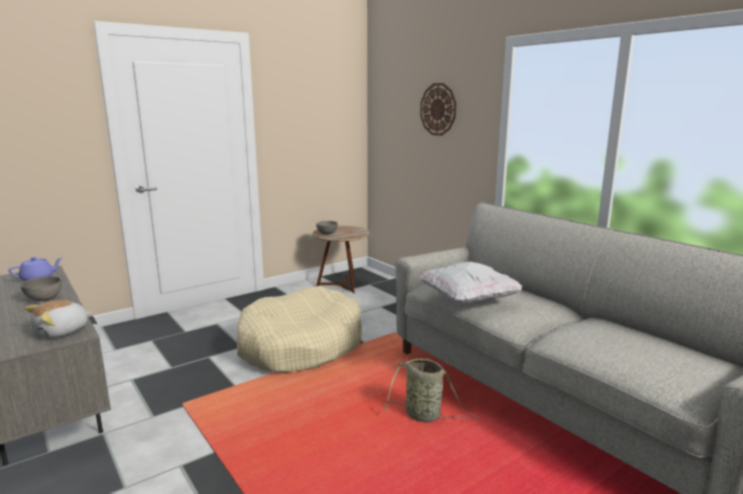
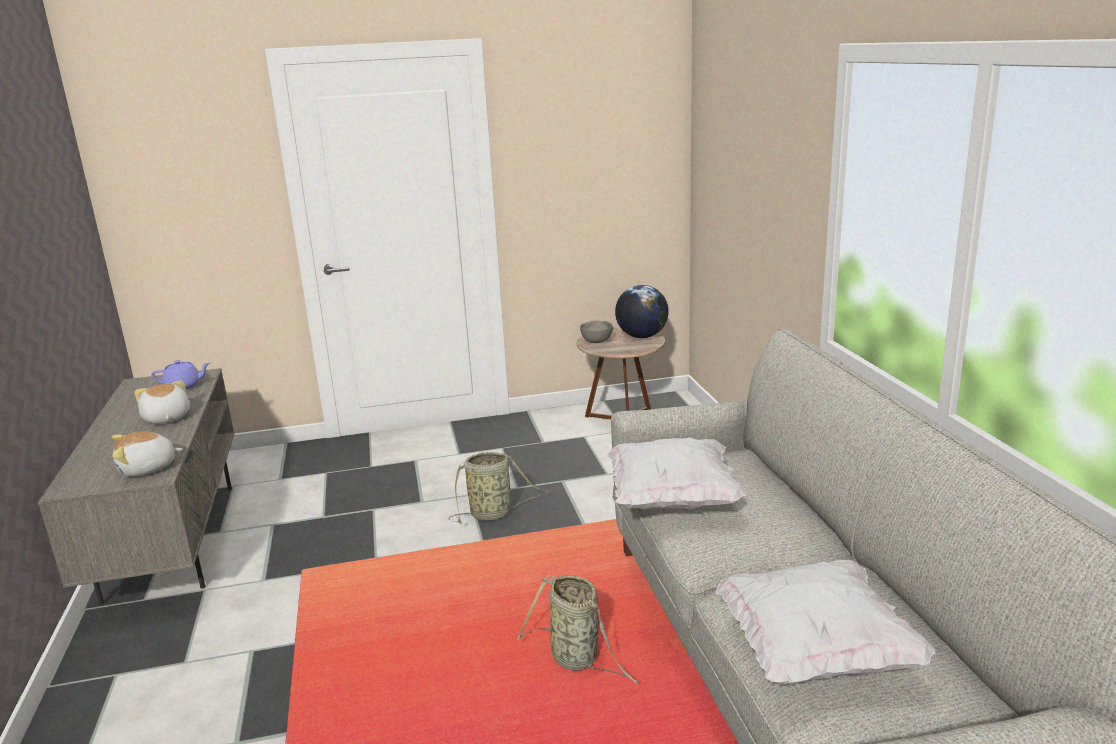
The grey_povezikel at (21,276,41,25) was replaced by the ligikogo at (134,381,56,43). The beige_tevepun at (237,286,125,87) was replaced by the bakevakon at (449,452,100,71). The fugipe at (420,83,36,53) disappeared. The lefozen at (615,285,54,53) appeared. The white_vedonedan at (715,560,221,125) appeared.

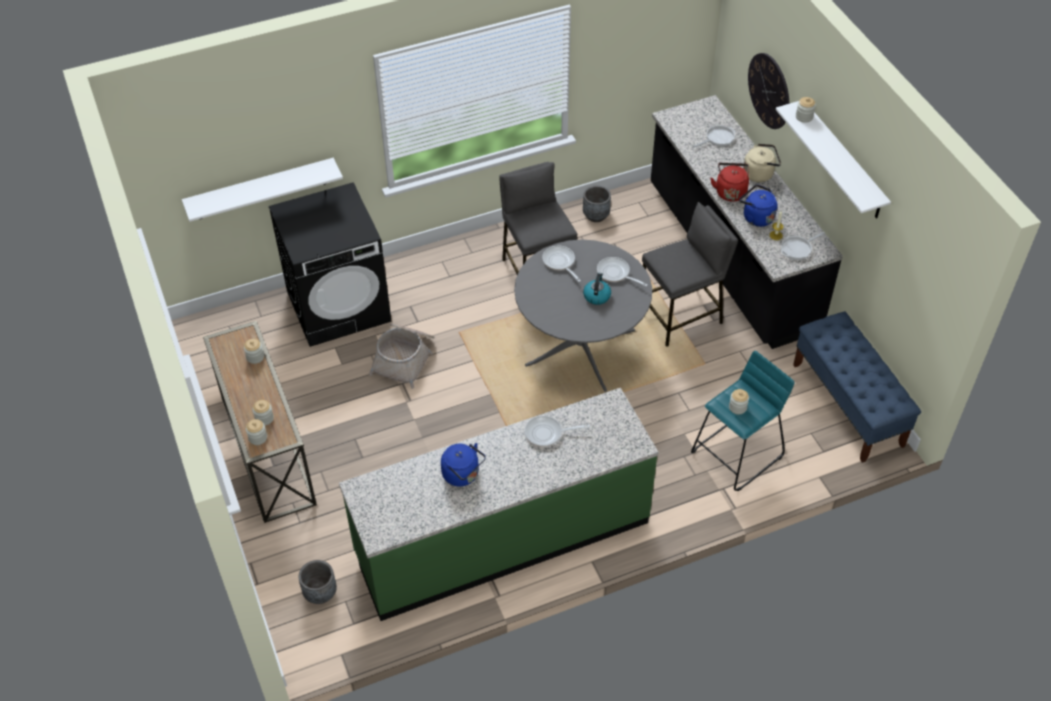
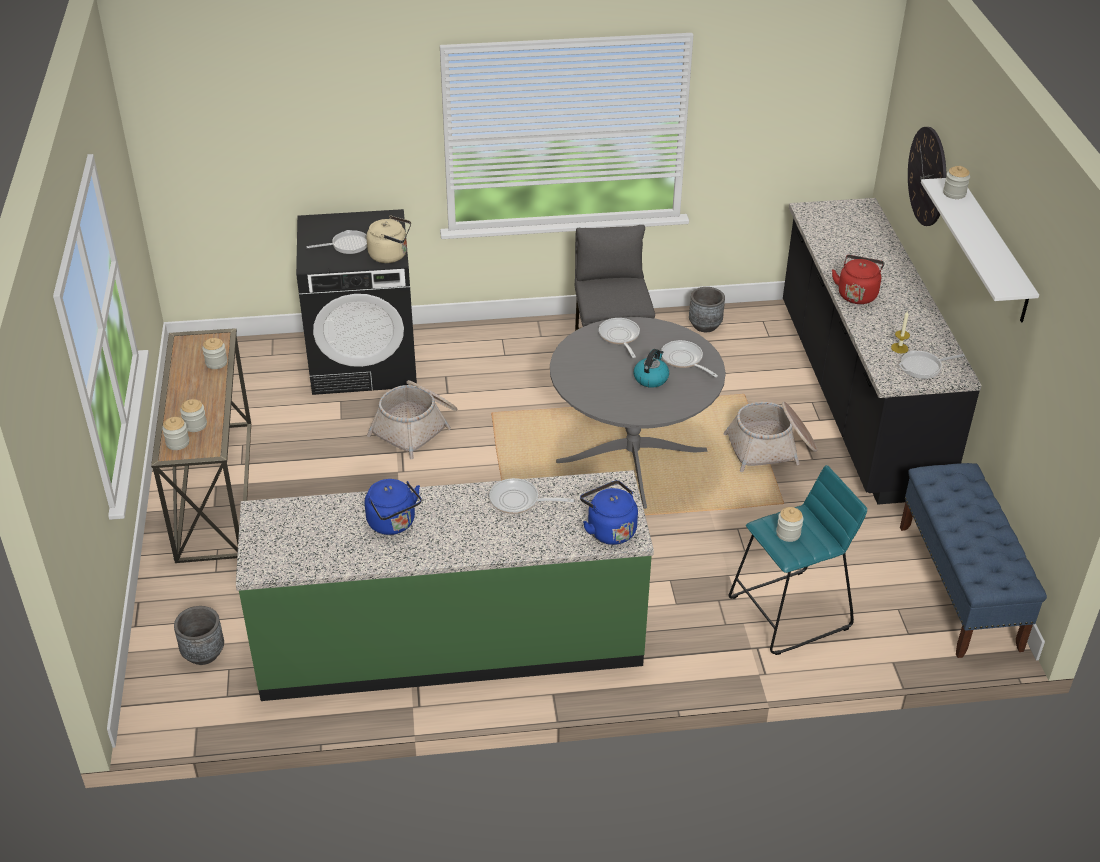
The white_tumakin at (182,158,161,64) disappeared. The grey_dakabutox at (642,202,96,145) was replaced by the bakevakon at (723,402,94,70). The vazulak moved from (692,125,44,23) to (306,230,61,24). The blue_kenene moved from (740,185,37,42) to (580,480,58,65). The beige_kenene moved from (743,144,38,38) to (366,215,45,48).

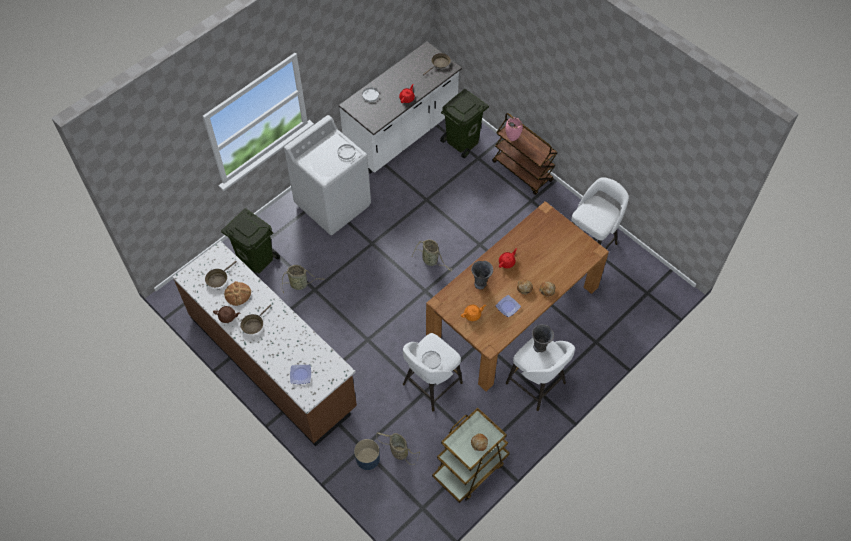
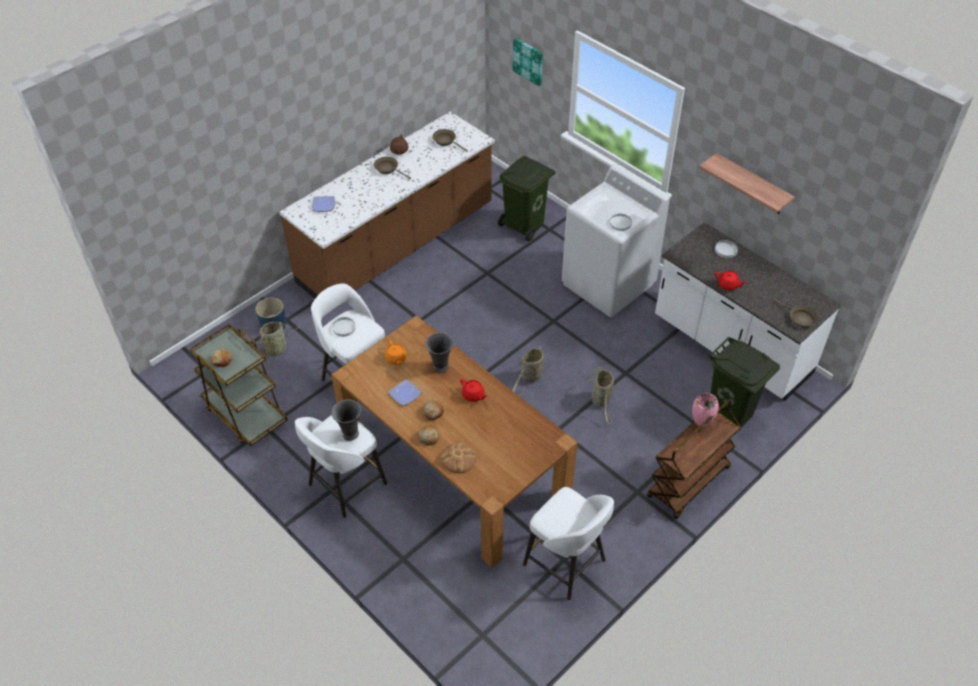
The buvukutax moved from (224,281,27,25) to (440,441,37,33). The bakevakon moved from (280,265,45,28) to (583,367,31,57). The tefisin at (513,38,30,48) appeared. The tumakin at (699,153,95,61) appeared.

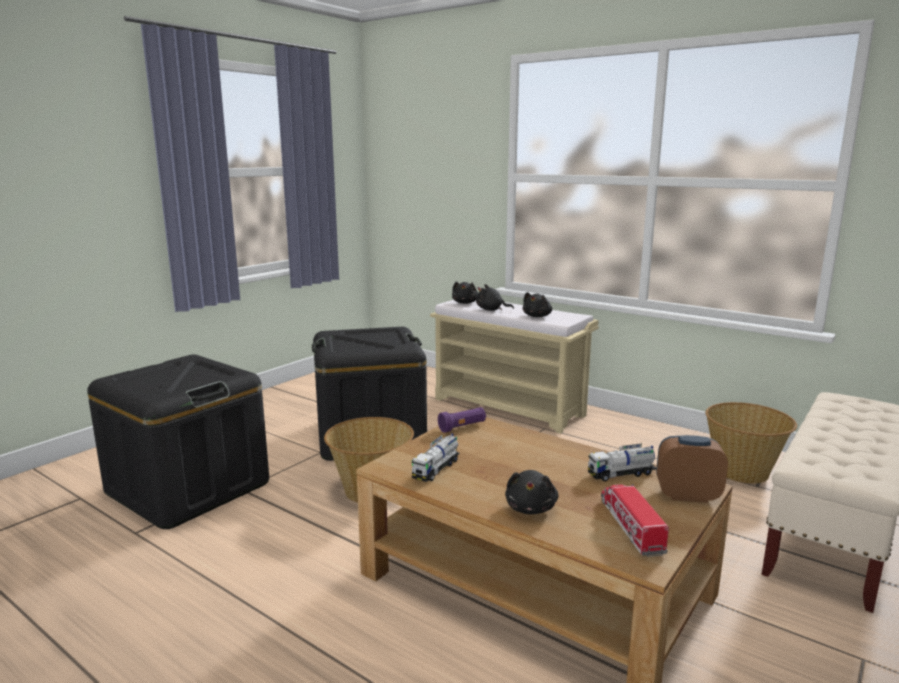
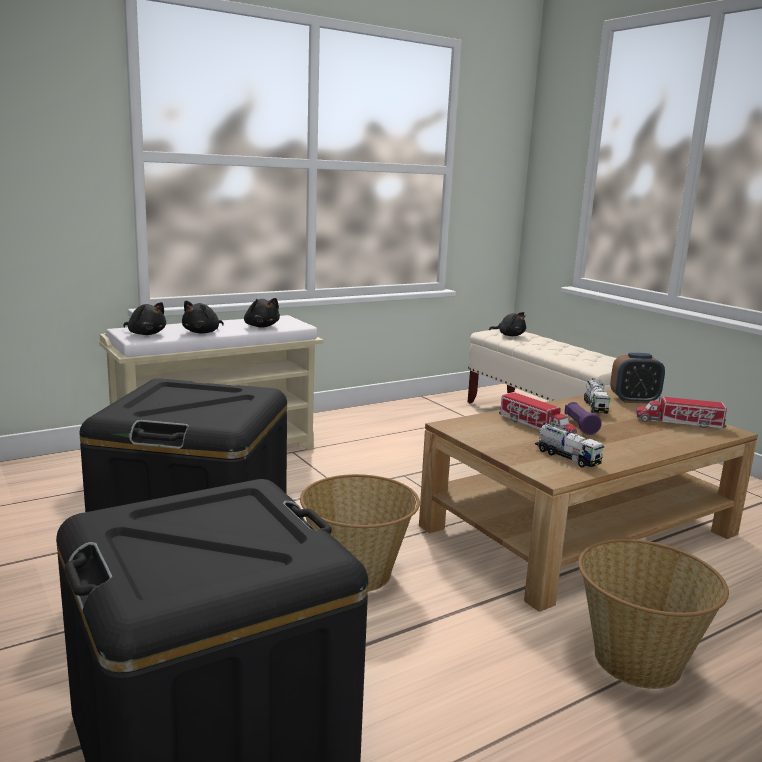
The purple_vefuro moved from (438,407,48,26) to (564,402,38,33). The black_ligikogo moved from (505,470,53,44) to (489,312,37,24). The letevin at (656,435,72,68) turned 120 degrees counterclockwise. The bakevakon moved from (705,402,92,82) to (578,539,151,150). The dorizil at (499,392,78,42) appeared.

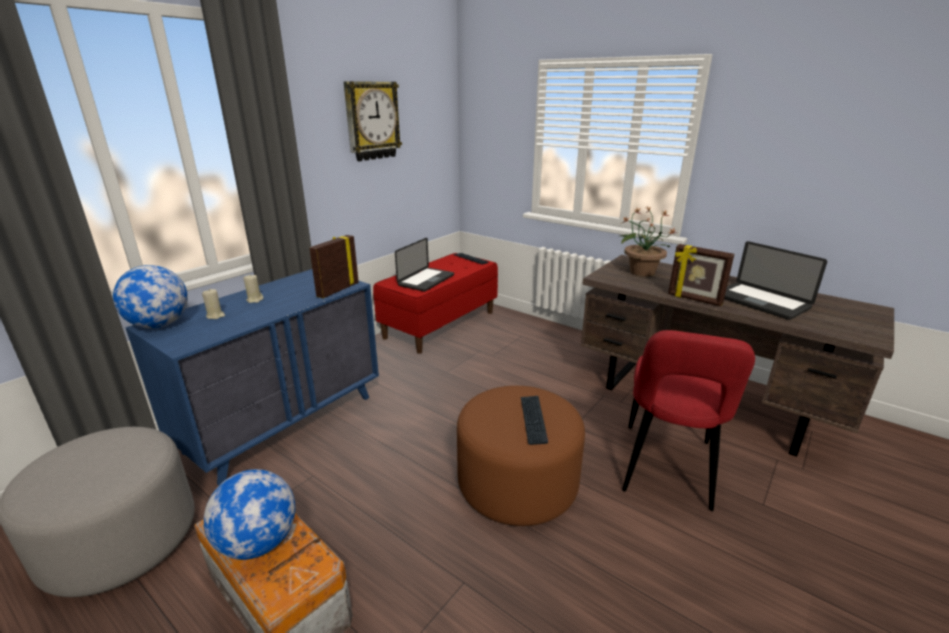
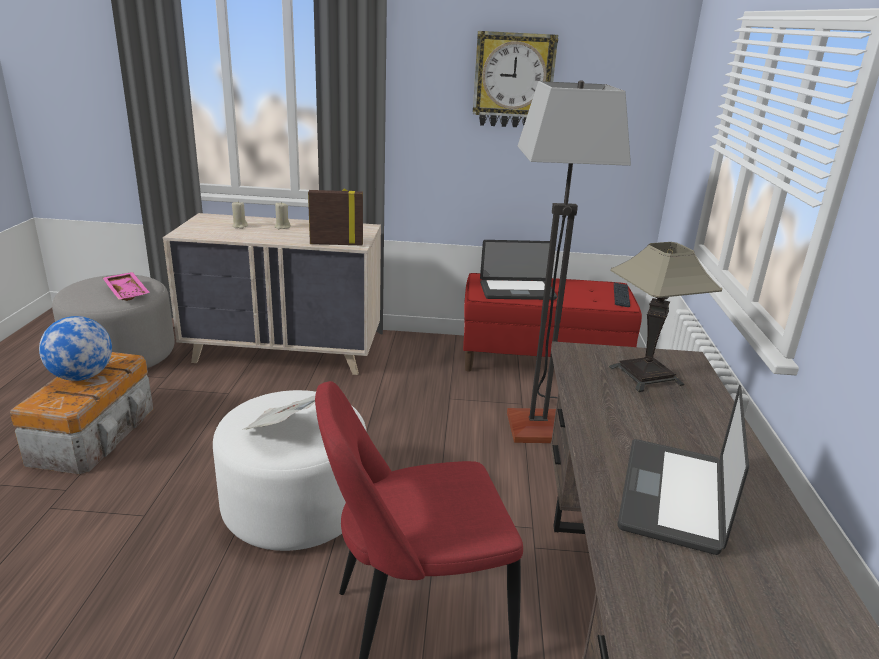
The lefozen at (113,265,75,63) disappeared. The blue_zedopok at (125,269,254,217) became the beige_zedopok at (163,213,218,162). The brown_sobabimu at (457,386,128,140) became the white_sobabimu at (213,390,154,161). The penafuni at (521,396,27,49) was replaced by the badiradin at (242,396,73,34). The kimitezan at (620,206,55,71) was replaced by the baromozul at (609,242,113,150). The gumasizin at (668,244,66,62) disappeared. The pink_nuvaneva at (103,272,47,29) appeared. The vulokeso at (507,80,124,363) appeared.

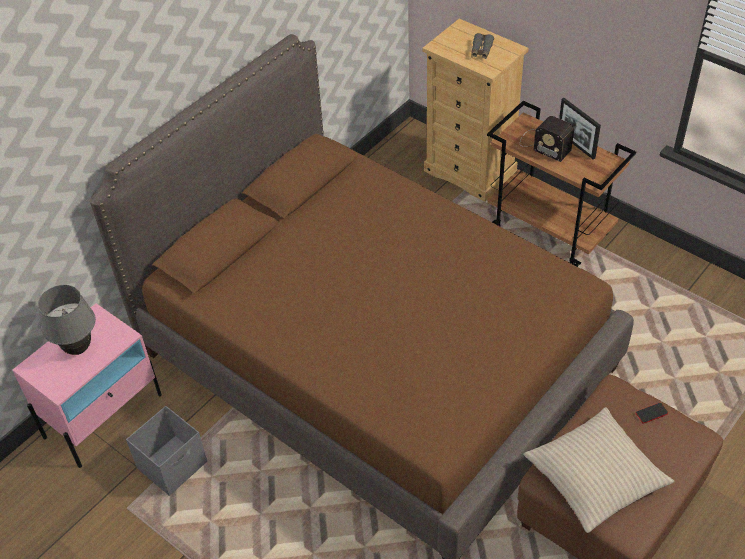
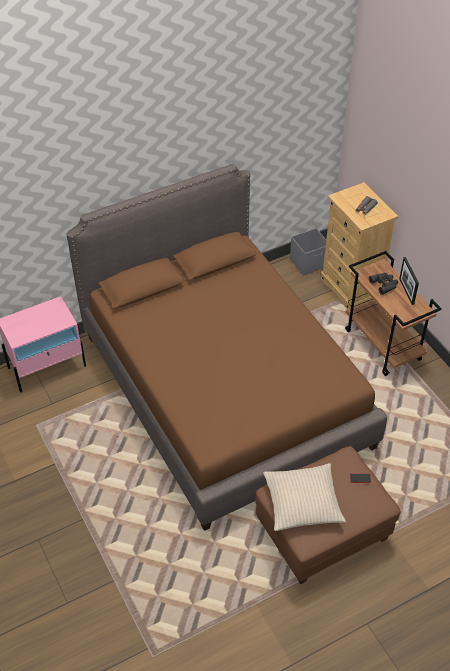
The grey_baromozul at (38,285,58,70) disappeared. The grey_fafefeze moved from (126,406,81,90) to (290,228,36,47). The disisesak at (520,116,54,46) was replaced by the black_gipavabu at (369,273,29,22).

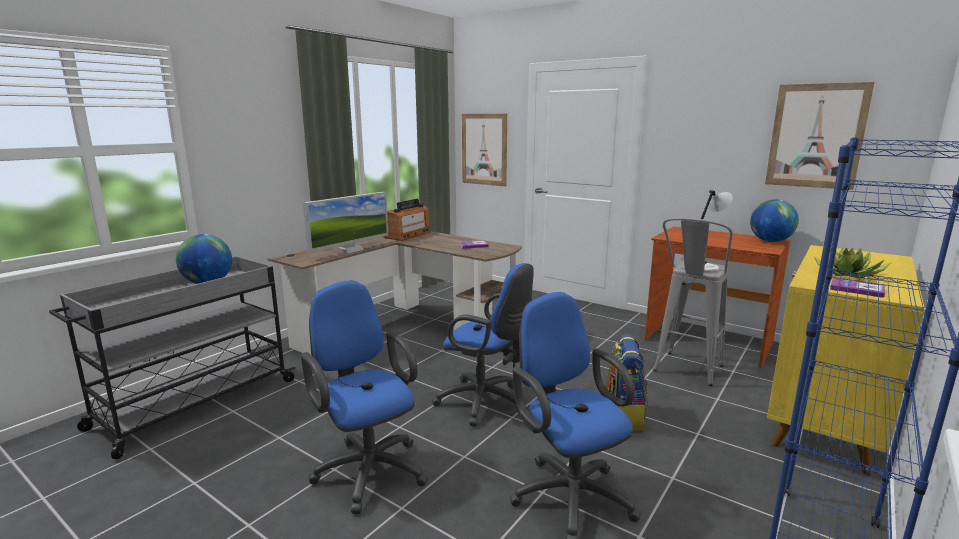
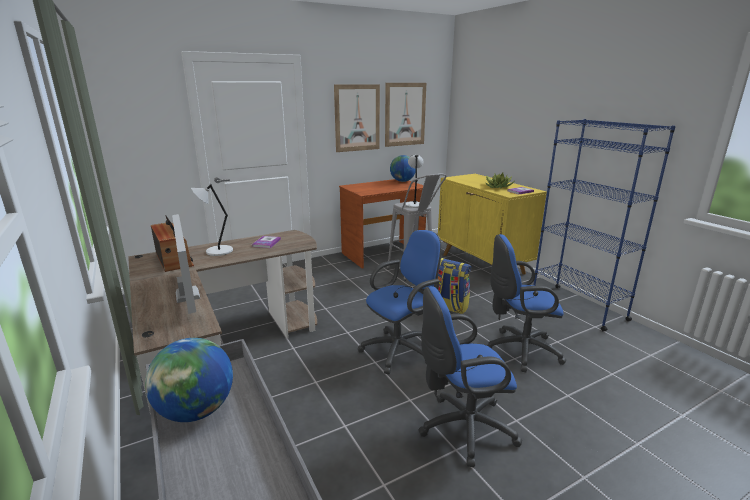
The tefisin moved from (462,114,45,72) to (334,85,46,67). The grey_baromozul at (191,184,42,72) appeared.

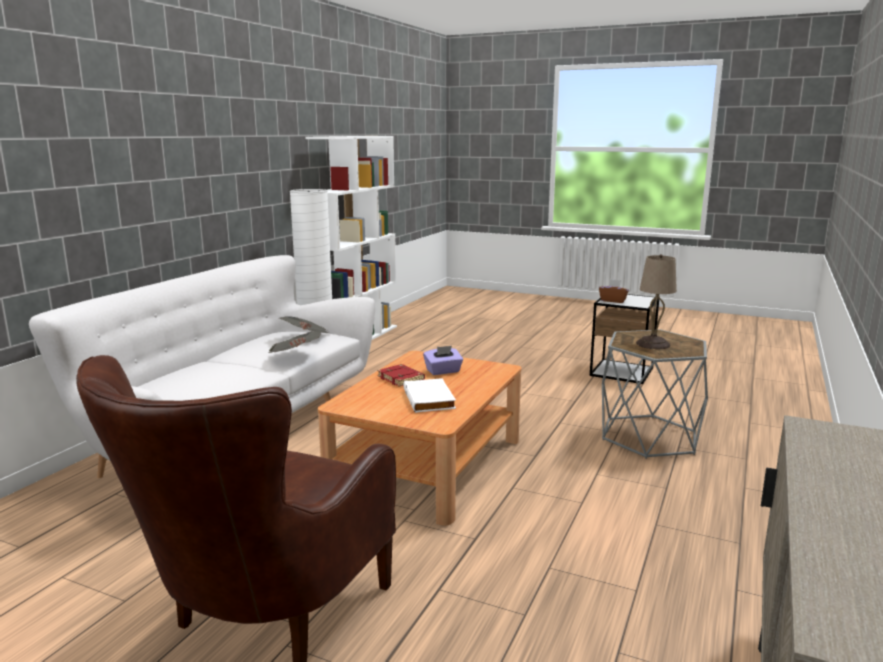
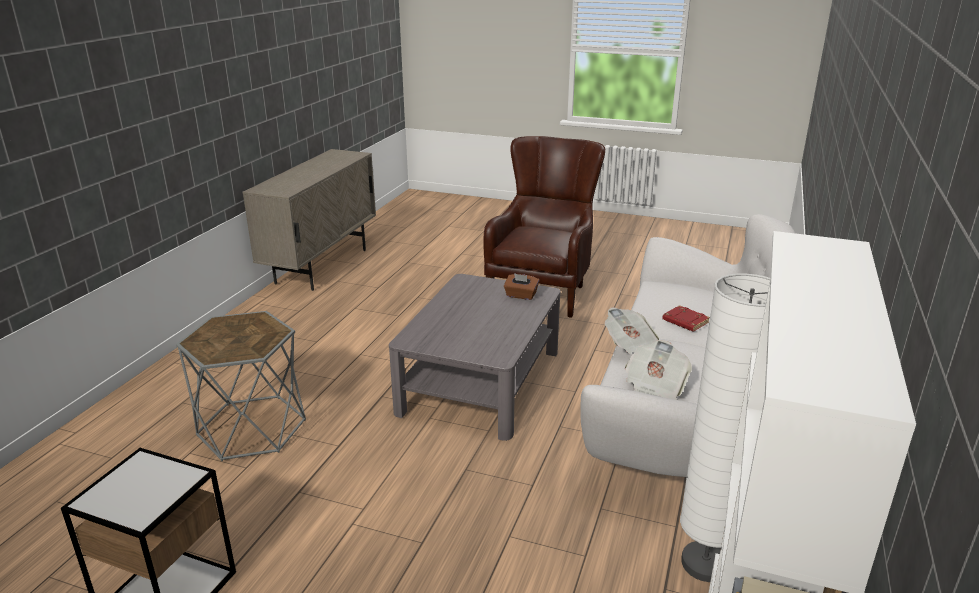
The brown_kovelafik at (318,351,203,175) became the grey_kovelafik at (389,274,172,167). The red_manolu moved from (377,364,48,23) to (662,305,48,27). The white_manolu at (403,378,53,35) disappeared. The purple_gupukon at (423,346,40,29) disappeared. The brown_gupukon moved from (599,279,30,24) to (504,273,35,27). The beige_baromozul at (636,254,41,95) disappeared.

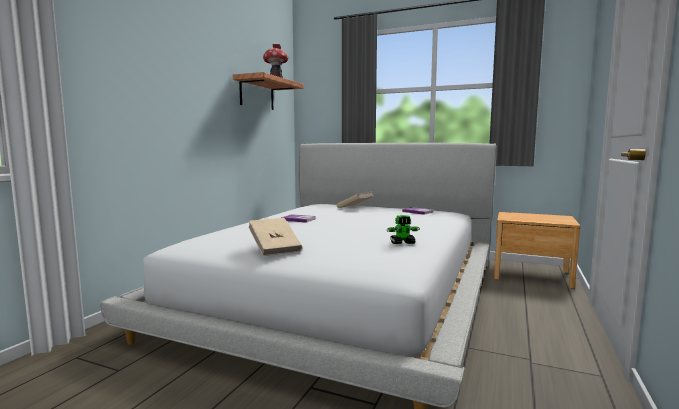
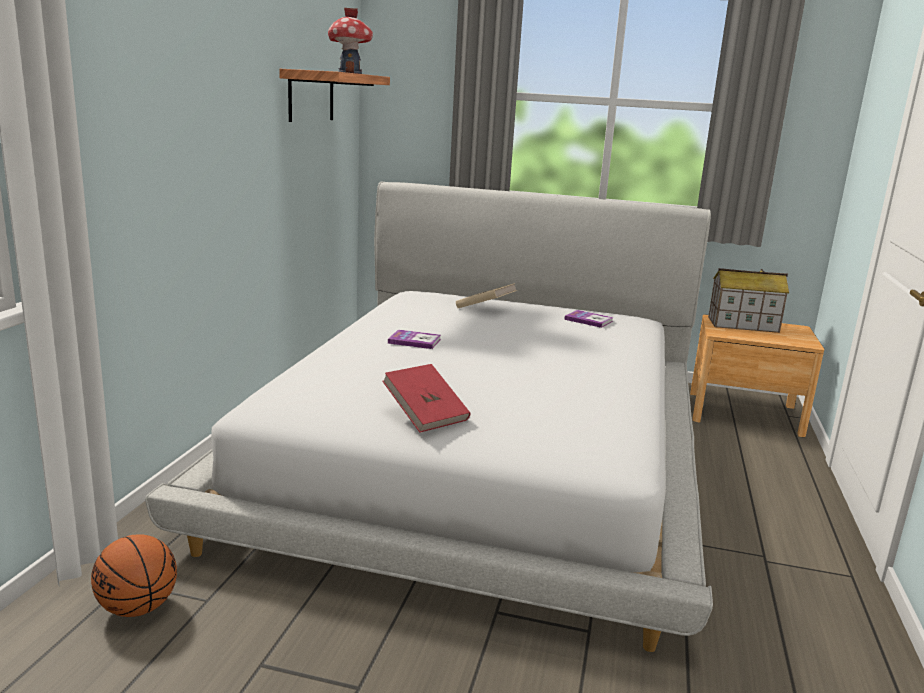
The beige_manolu at (248,218,54,38) became the red_manolu at (382,364,88,69). The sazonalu at (386,215,34,29) disappeared. The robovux at (91,534,86,83) appeared. The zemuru at (708,268,81,65) appeared.

